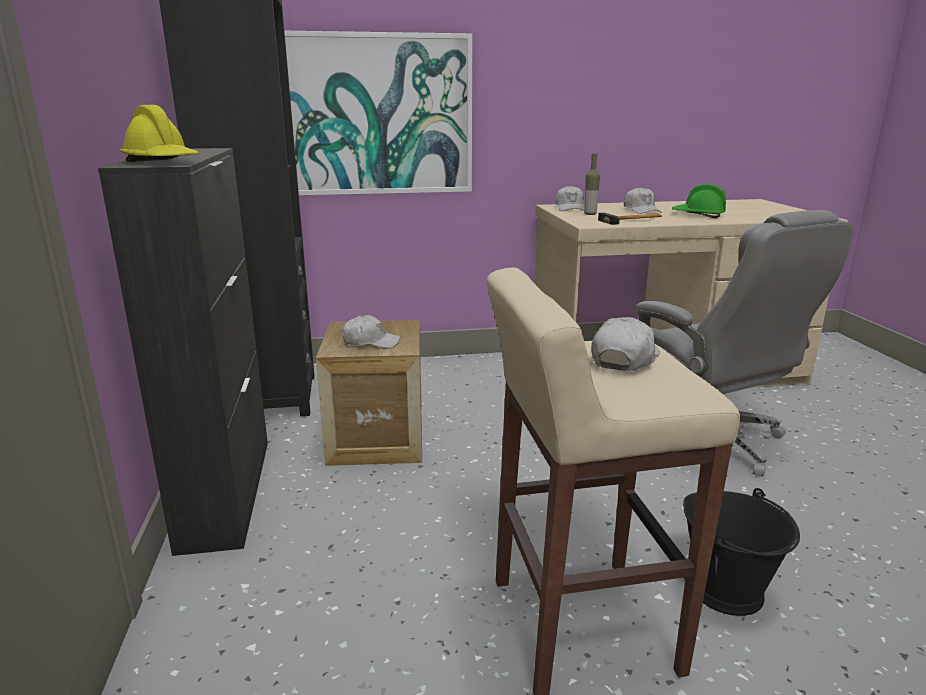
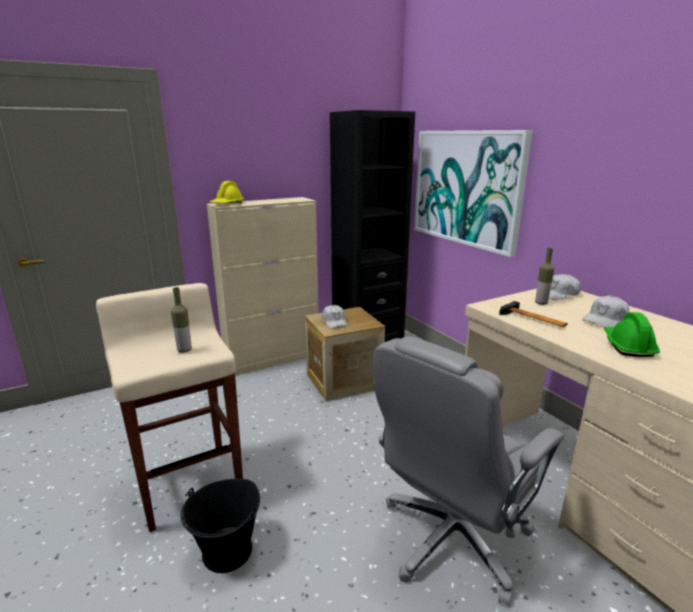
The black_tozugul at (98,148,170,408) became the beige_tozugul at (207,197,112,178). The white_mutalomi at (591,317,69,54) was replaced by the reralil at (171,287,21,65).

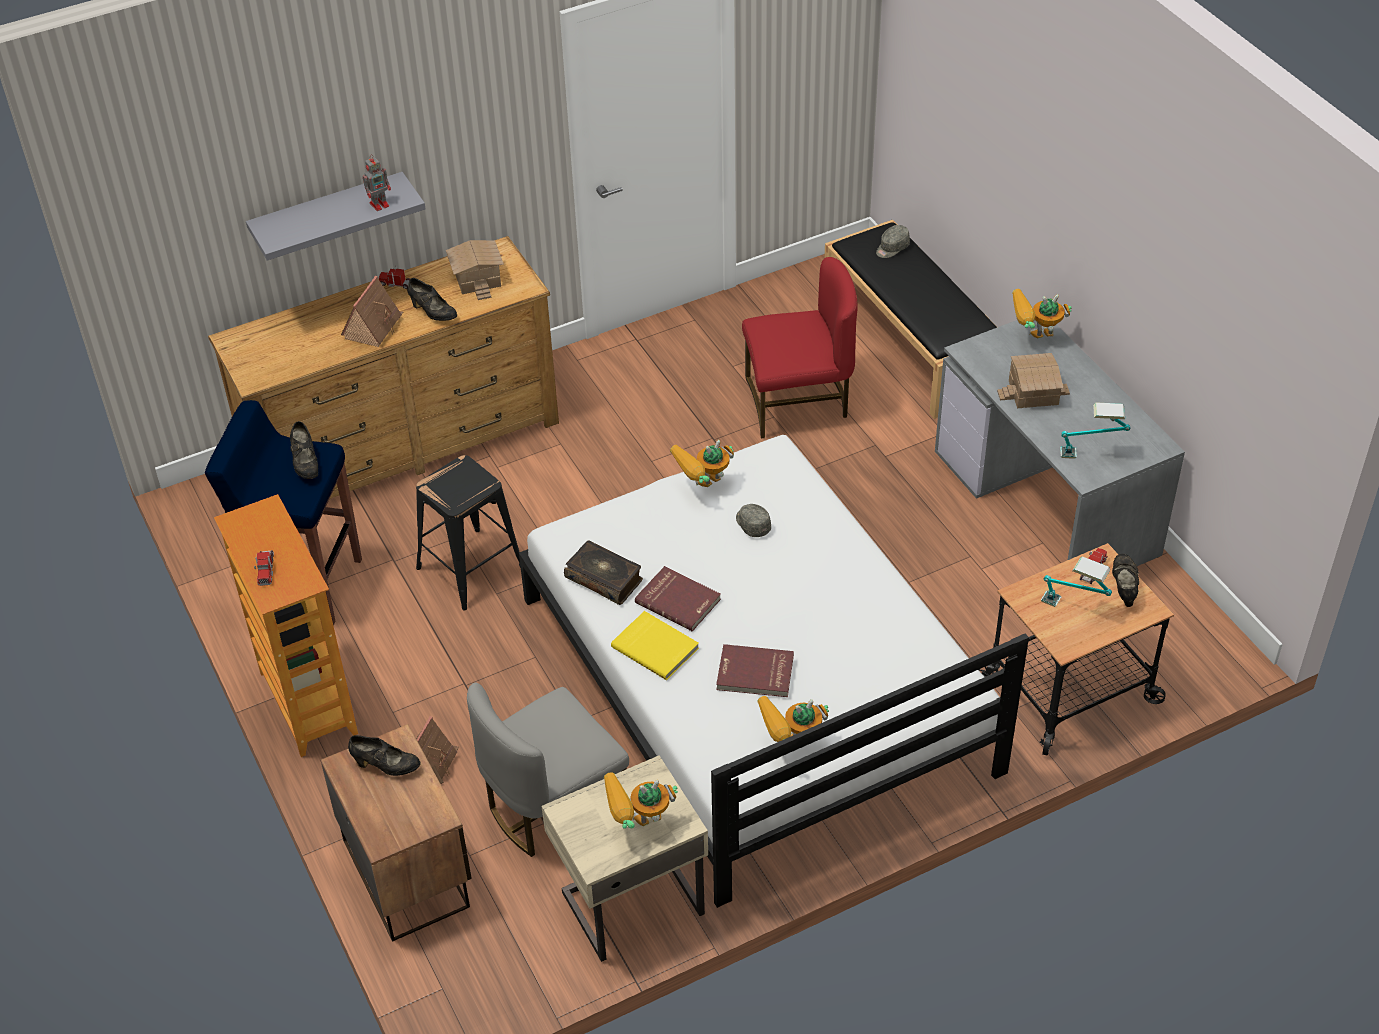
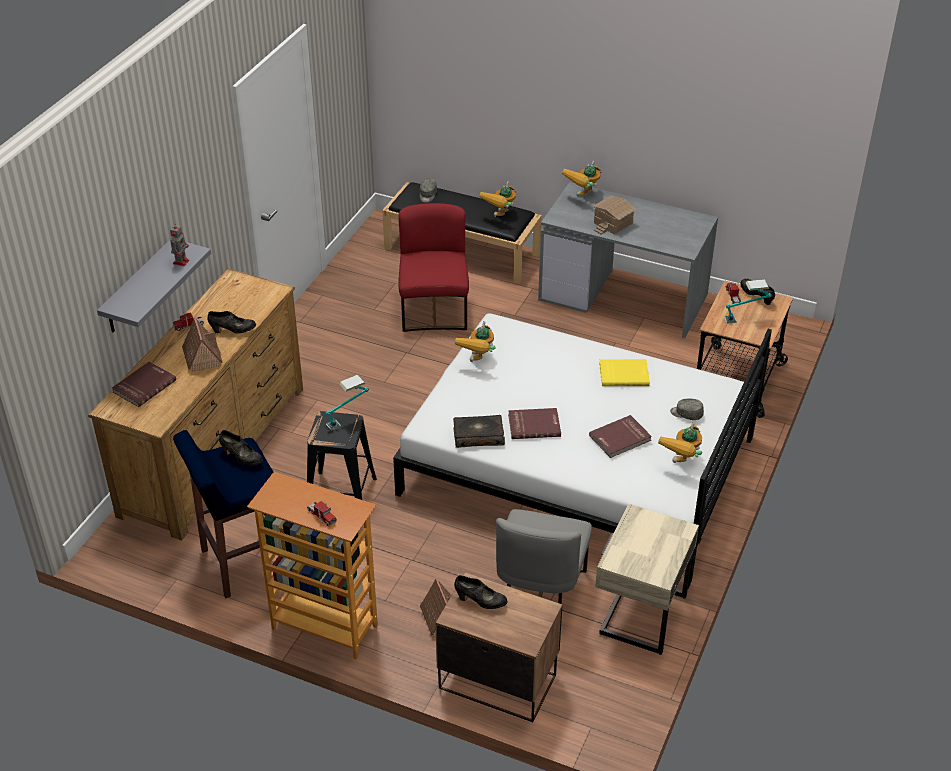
The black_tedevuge at (348,735,73,41) turned 45 degrees clockwise. The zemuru at (446,240,58,60) disappeared. The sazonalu moved from (604,772,74,57) to (479,181,37,36). The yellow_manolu moved from (611,611,88,69) to (599,359,51,27). The grey_mutalomi moved from (736,504,35,33) to (670,399,34,21). The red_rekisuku at (742,257,116,182) turned 45 degrees counterclockwise. The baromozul moved from (1060,402,70,57) to (326,375,43,56). The red_manolu at (112,362,64,45) appeared.

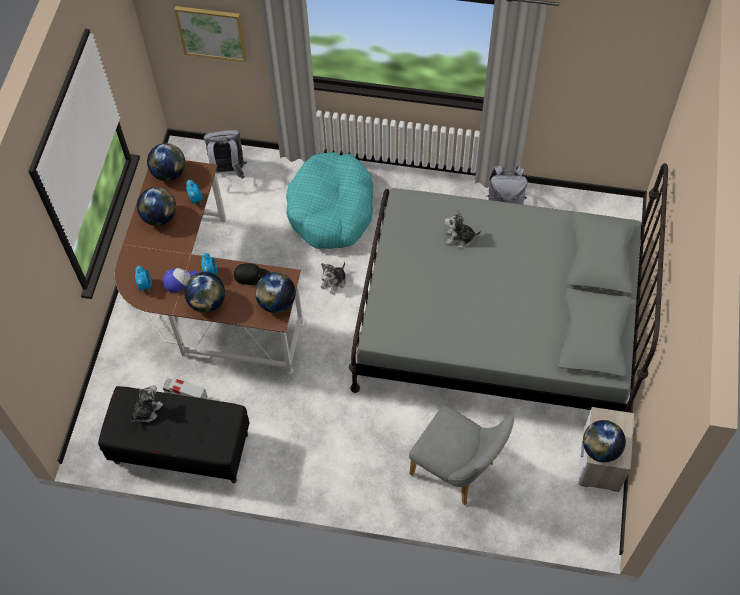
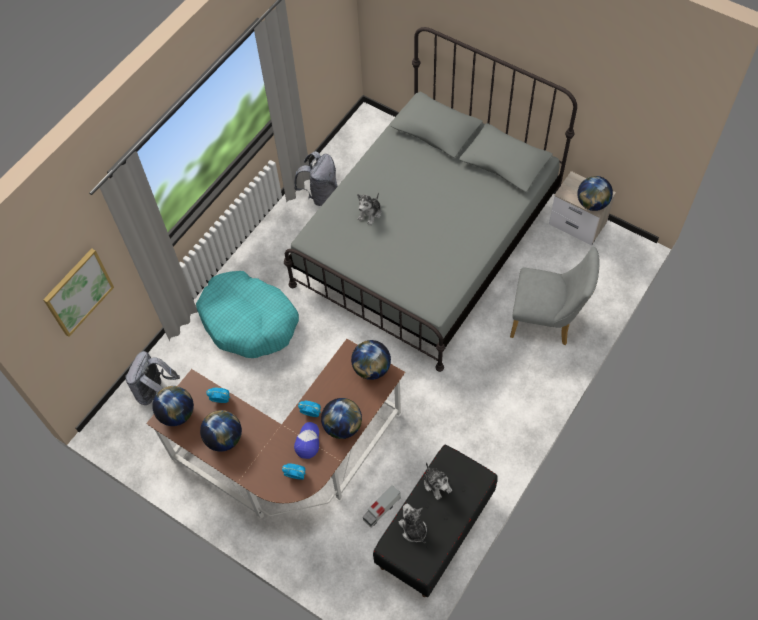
The black_mutalomi at (234,263,36,22) disappeared. The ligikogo moved from (321,262,25,33) to (424,462,28,38). The grey_rekisuku at (409,405,105,100) turned 45 degrees clockwise.

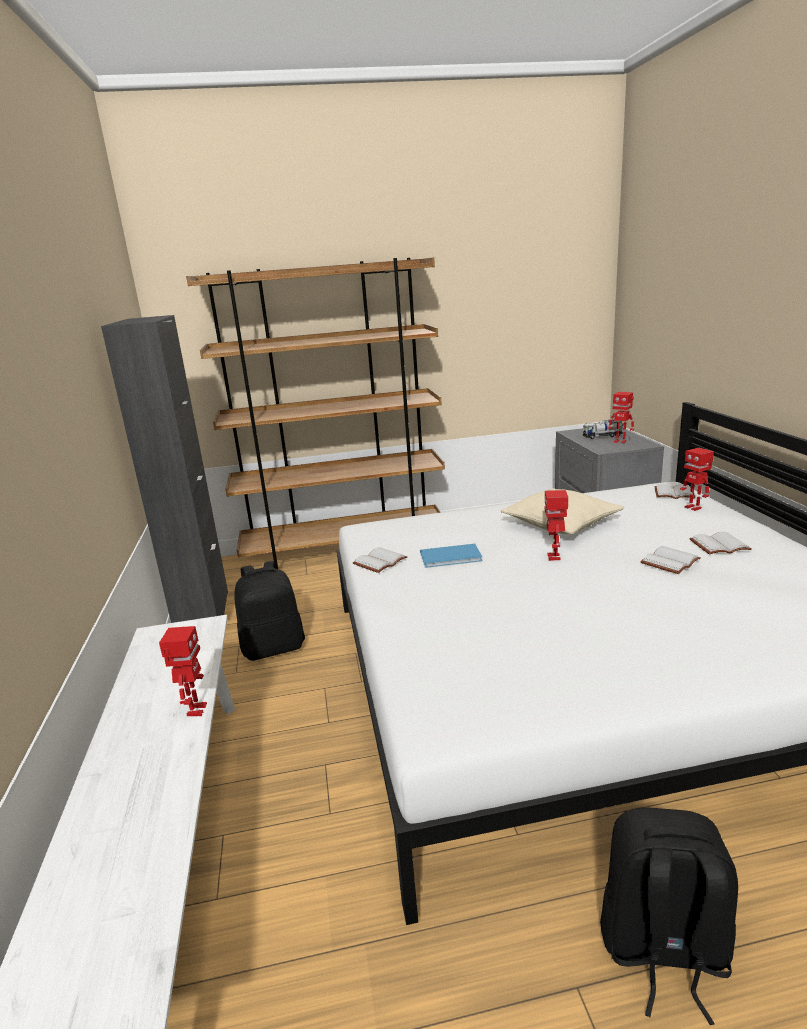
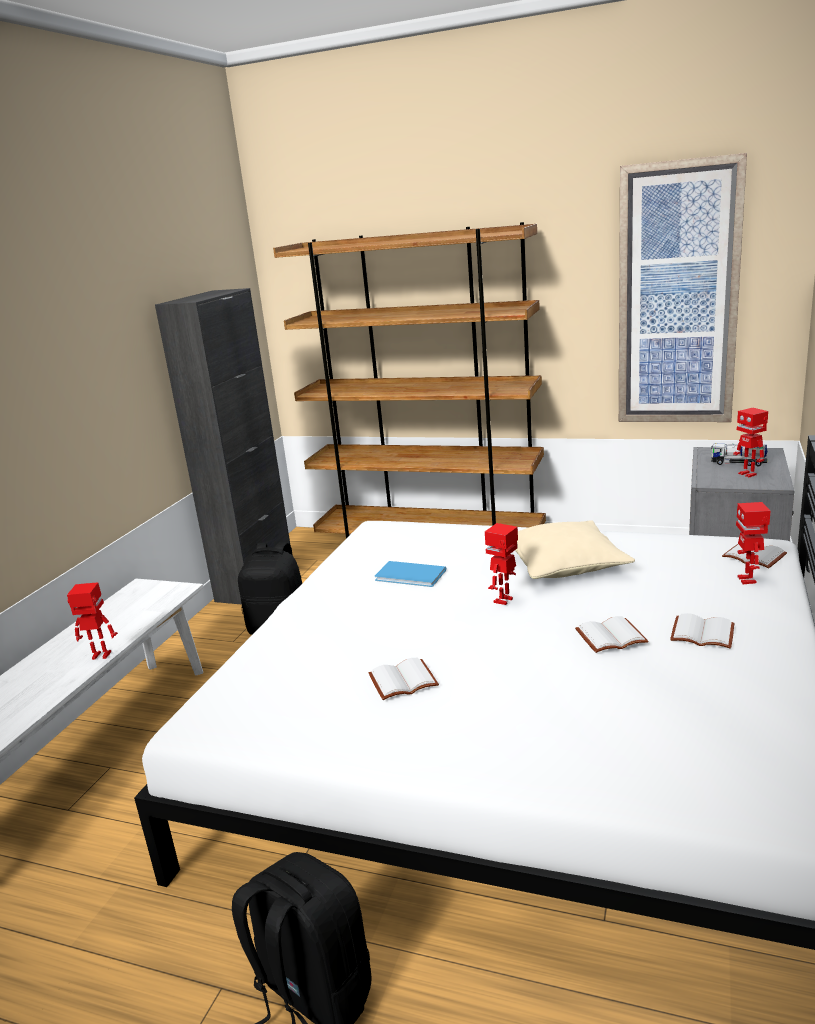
The sazonalu at (159,626,48,90) turned 120 degrees counterclockwise. The white_manolu moved from (353,547,54,26) to (369,658,70,42). The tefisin at (619,153,128,269) appeared.

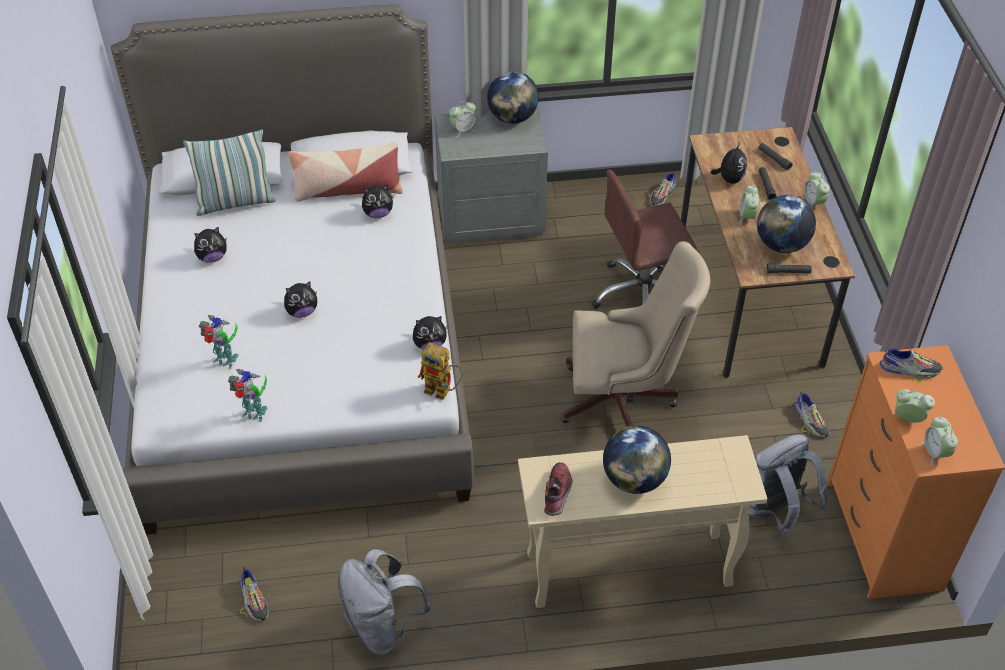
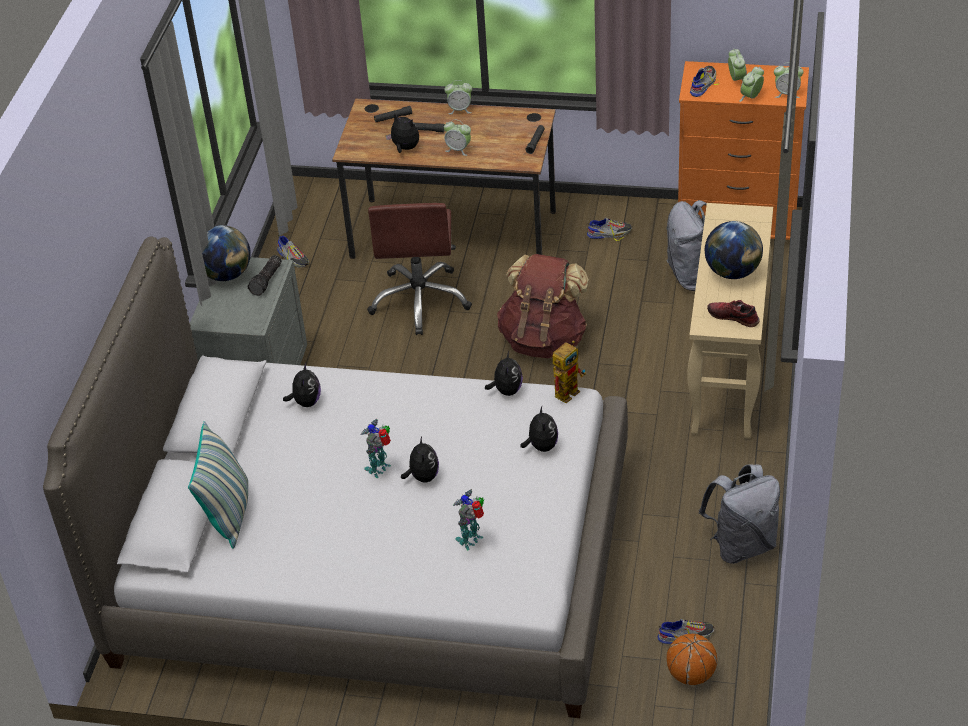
The ligikogo moved from (194,227,33,36) to (520,406,38,46). The sazonalu moved from (228,369,40,53) to (361,419,30,59). The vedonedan at (288,142,115,60) disappeared. The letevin moved from (449,101,28,36) to (728,49,19,32). The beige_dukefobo at (561,241,149,186) was replaced by the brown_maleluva at (497,254,92,104). The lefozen at (757,195,59,58) disappeared. The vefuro at (248,255,34,41) appeared. The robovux at (667,634,50,51) appeared.

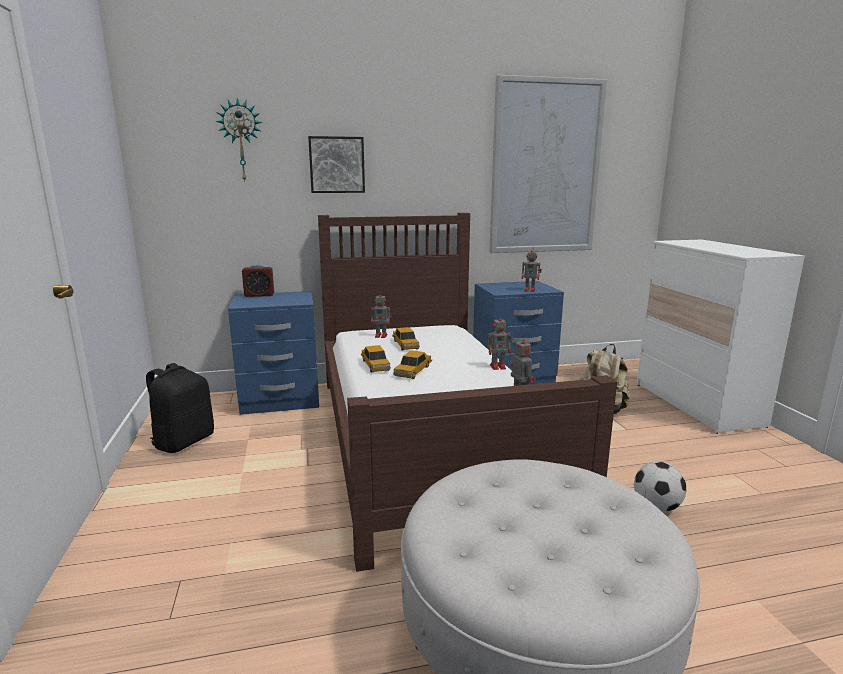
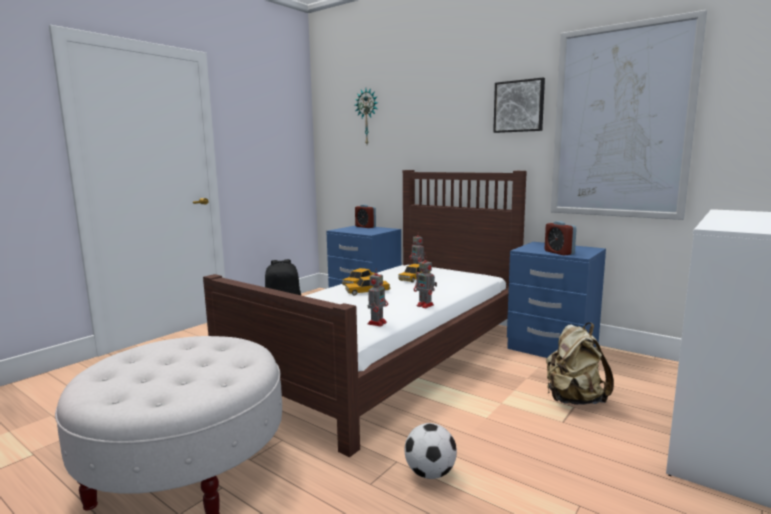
The tefisin moved from (308,136,57,57) to (493,78,52,55). The sazonalu at (521,247,21,45) was replaced by the letevin at (545,221,32,35).

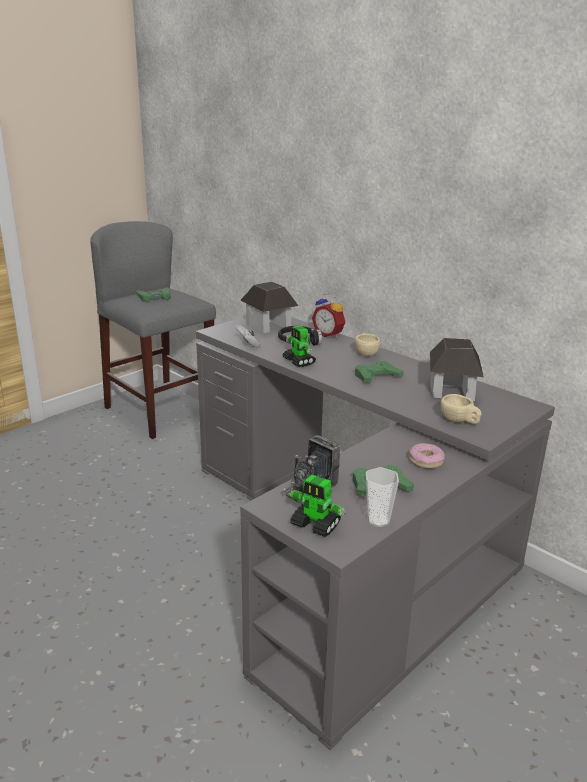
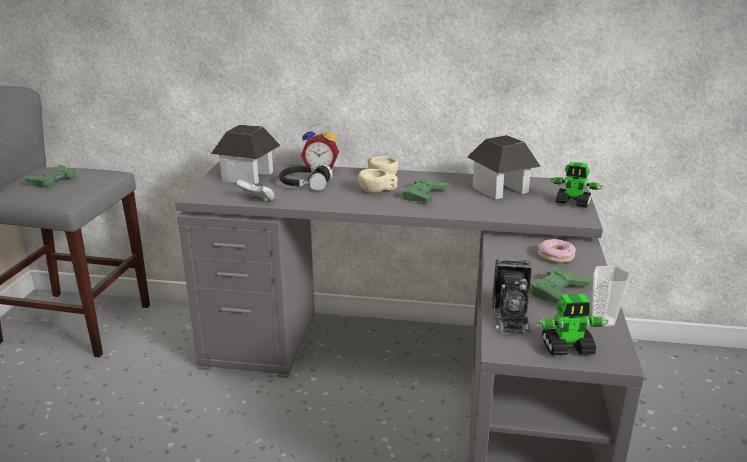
The sazonalu moved from (283,325,33,42) to (550,162,53,46). The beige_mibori moved from (440,394,41,30) to (358,169,40,24).

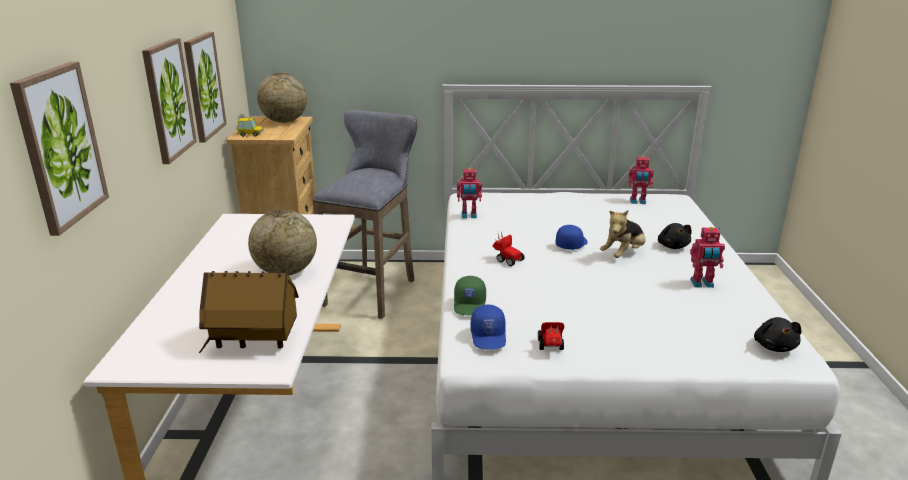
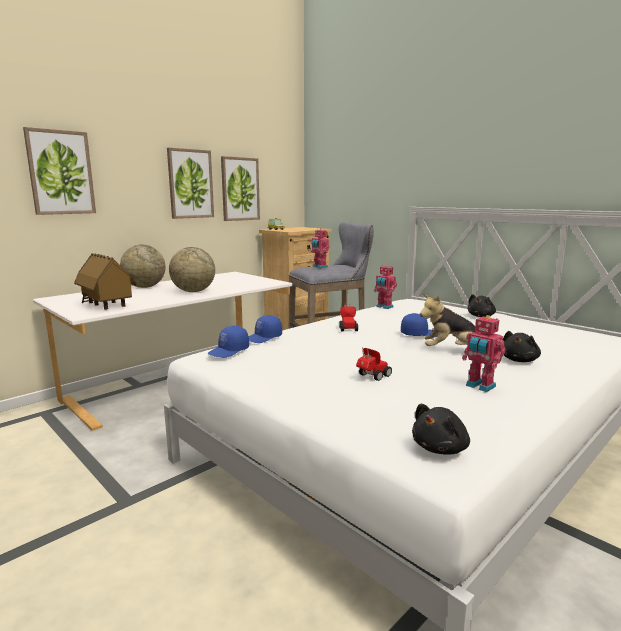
The lefozen moved from (257,73,50,50) to (120,245,46,43). The green_mutalomi at (454,276,32,40) became the blue_mutalomi at (249,315,33,28). The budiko moved from (538,322,26,28) to (356,347,36,34). The sazonalu moved from (628,156,26,48) to (311,228,18,40). The black_ligikogo at (468,294,28,23) appeared.

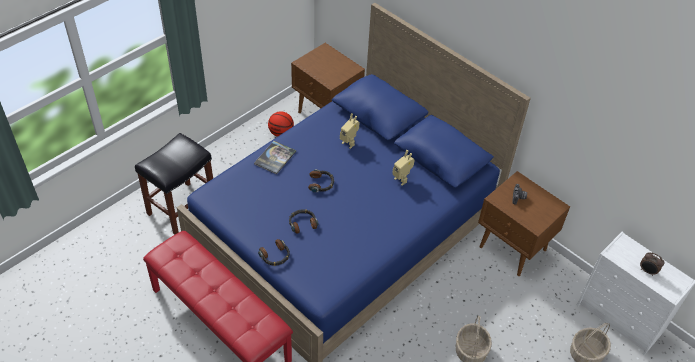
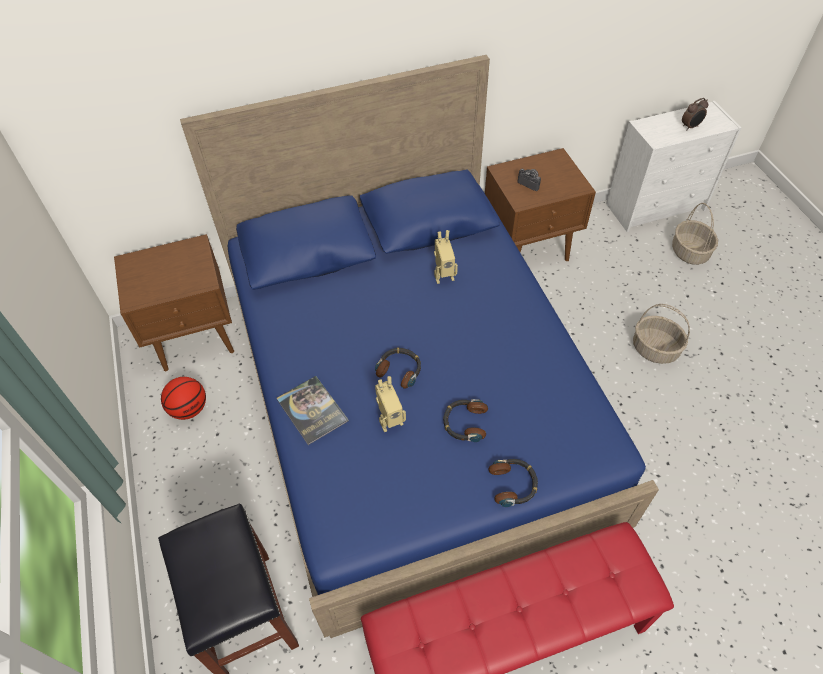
The sazonalu moved from (340,113,20,36) to (375,376,31,56).

